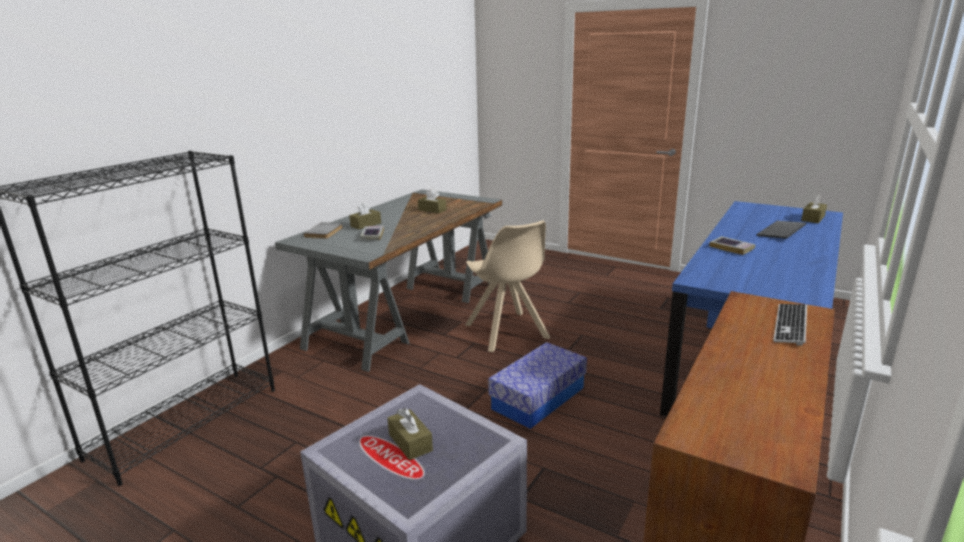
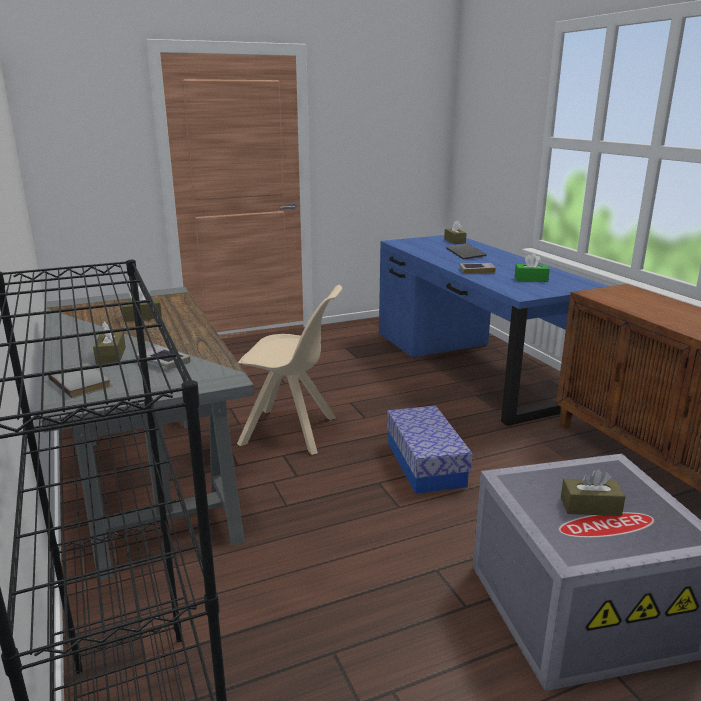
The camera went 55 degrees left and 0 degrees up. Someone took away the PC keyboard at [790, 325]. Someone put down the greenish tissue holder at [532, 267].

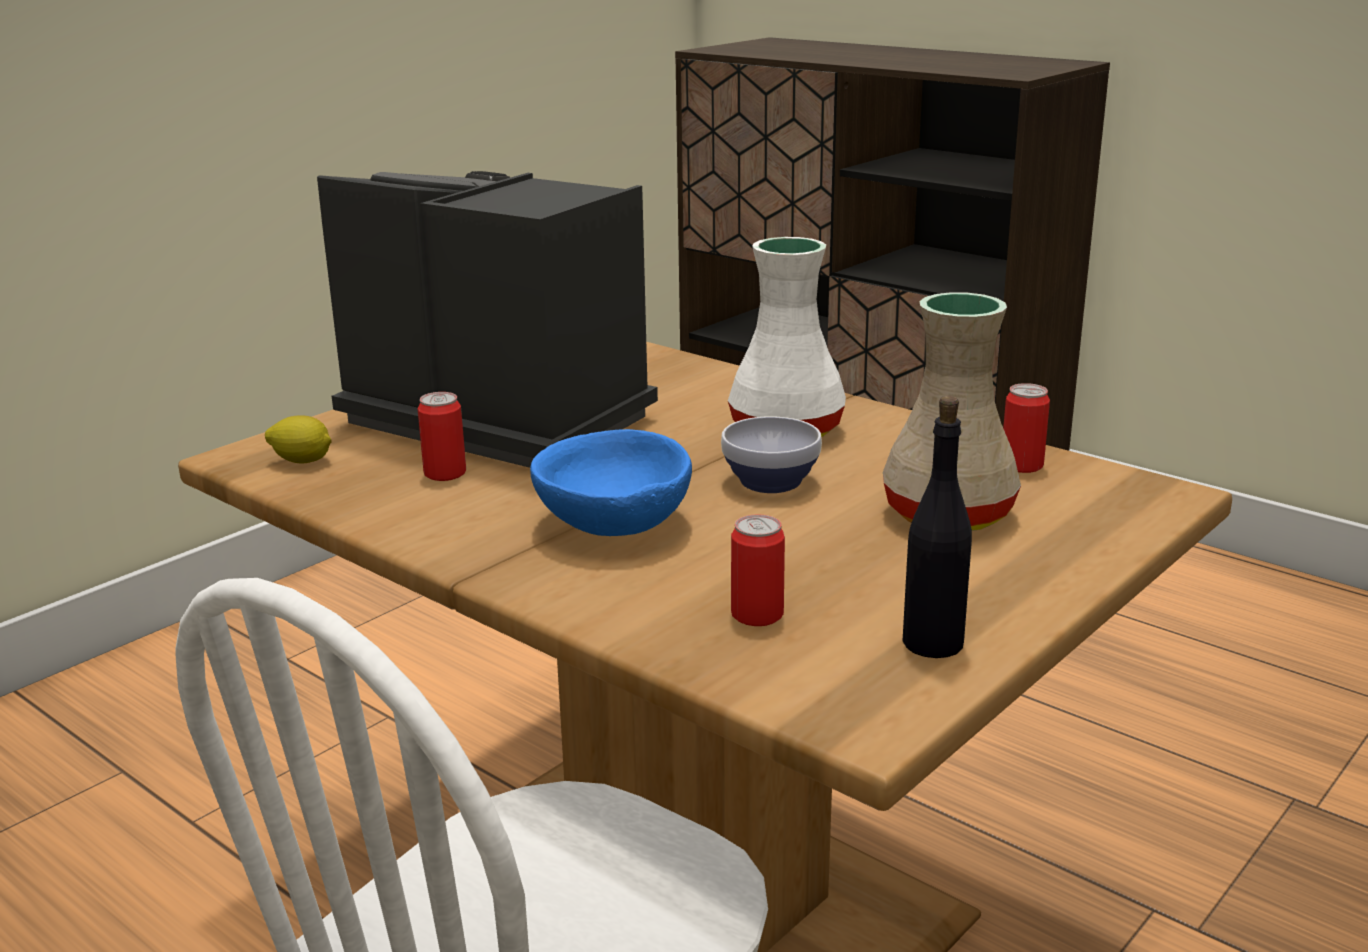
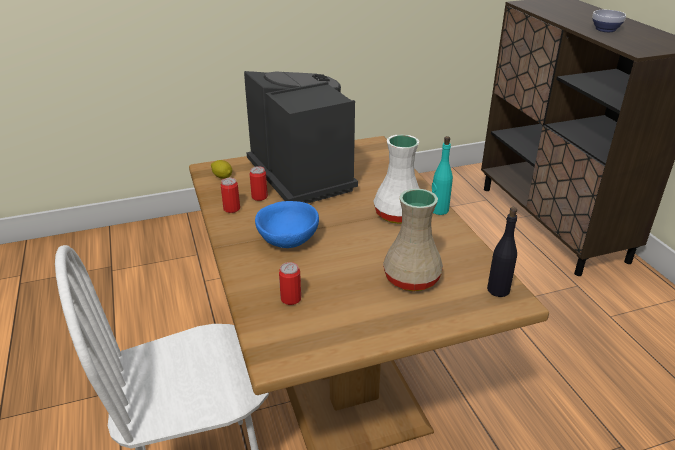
The camera went 30 degrees right and 10 degrees up. Someone carried the deep dish from [771, 455] to [609, 21]. Someone carried the black bottle from [937, 527] to [502, 252]. Someone carried the sealed can from [1026, 428] to [230, 195]. Someone put down the turquoise-coloured bottle at [442, 175].

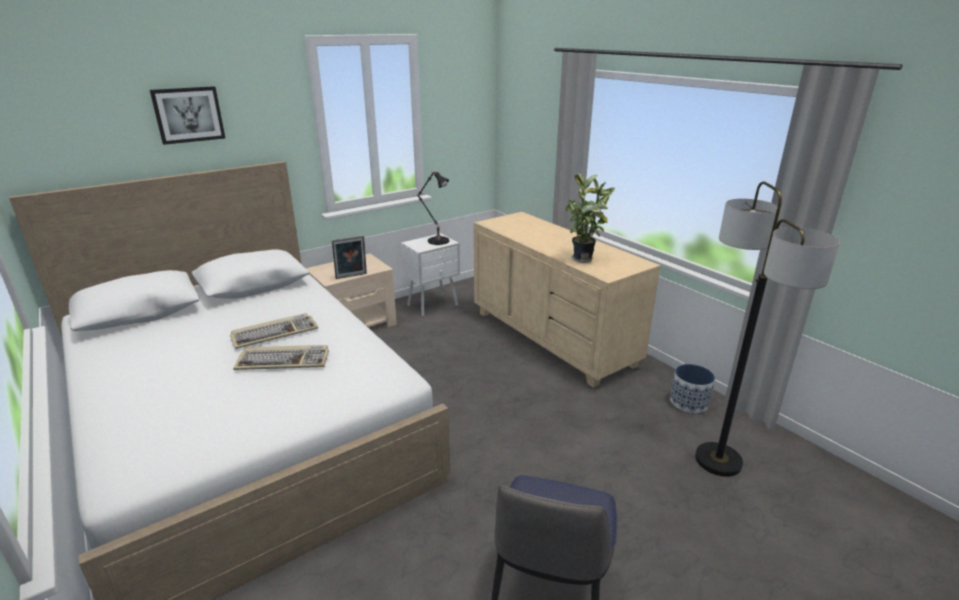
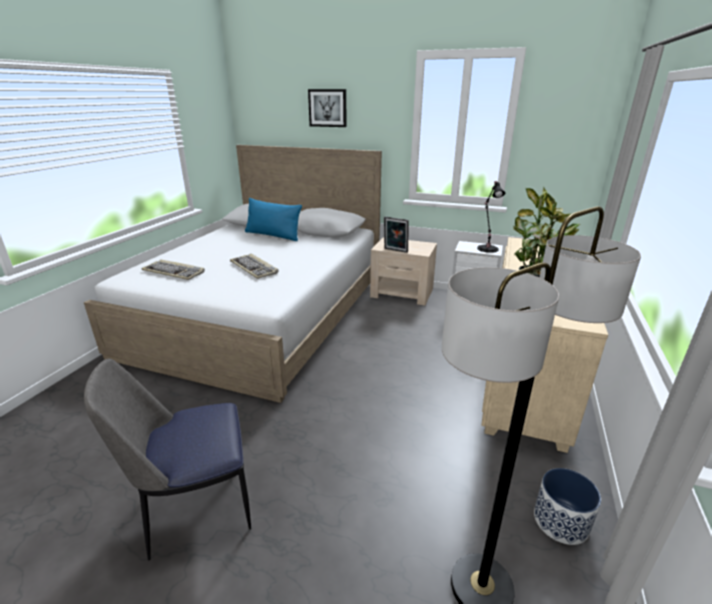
The camera went 55 degrees right and 0 degrees up. Someone carried the PC keyboard from [274, 331] to [173, 270]. Someone put down the bluish throw pillow at [273, 219].

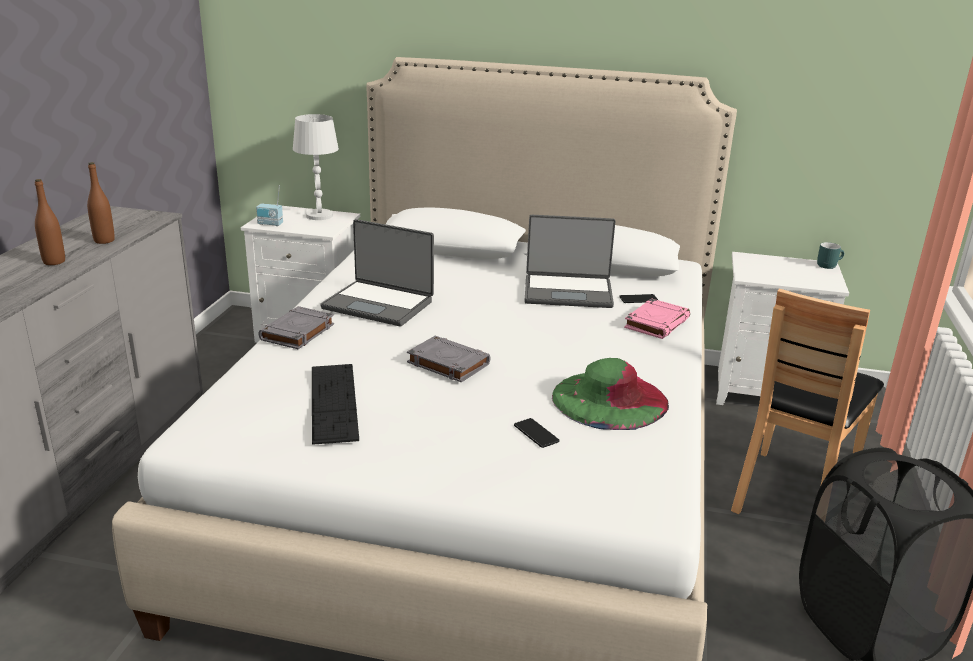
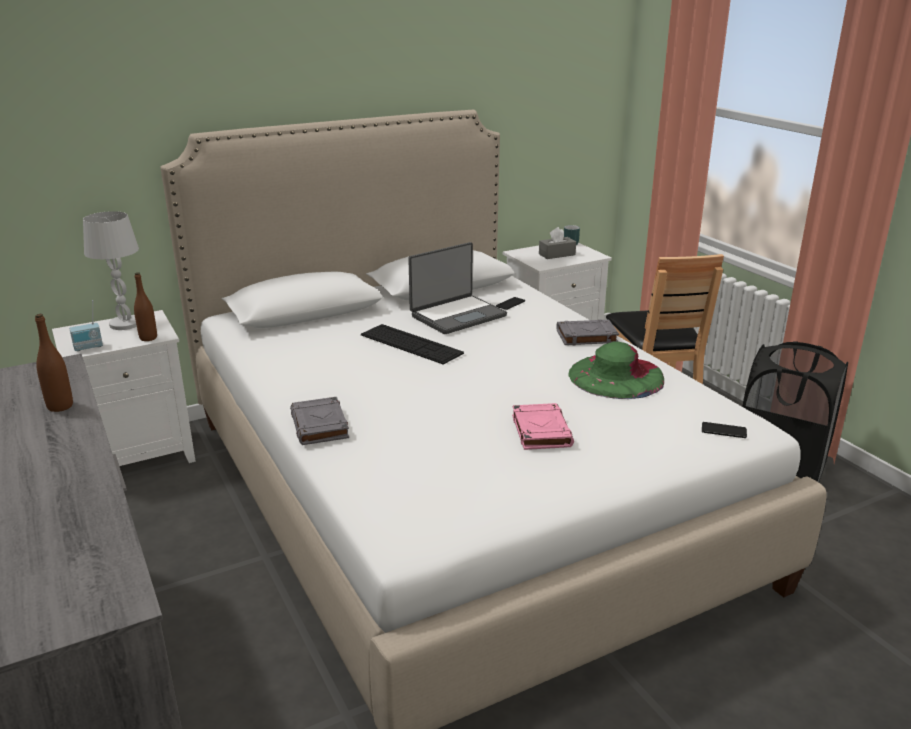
The camera went 40 degrees left and 0 degrees up. Someone carried the brown bottle from [50, 222] to [145, 306]. Someone carried the PC keyboard from [335, 404] to [412, 344]. Someone took away the notebook computer at [377, 272]. Someone carried the greyish book from [448, 359] to [587, 332]. Someone carried the phone from [537, 433] to [724, 430]. Someone carried the pink-coloured book from [657, 318] to [543, 426]. Someone put down the greyish tissue holder at [557, 243].

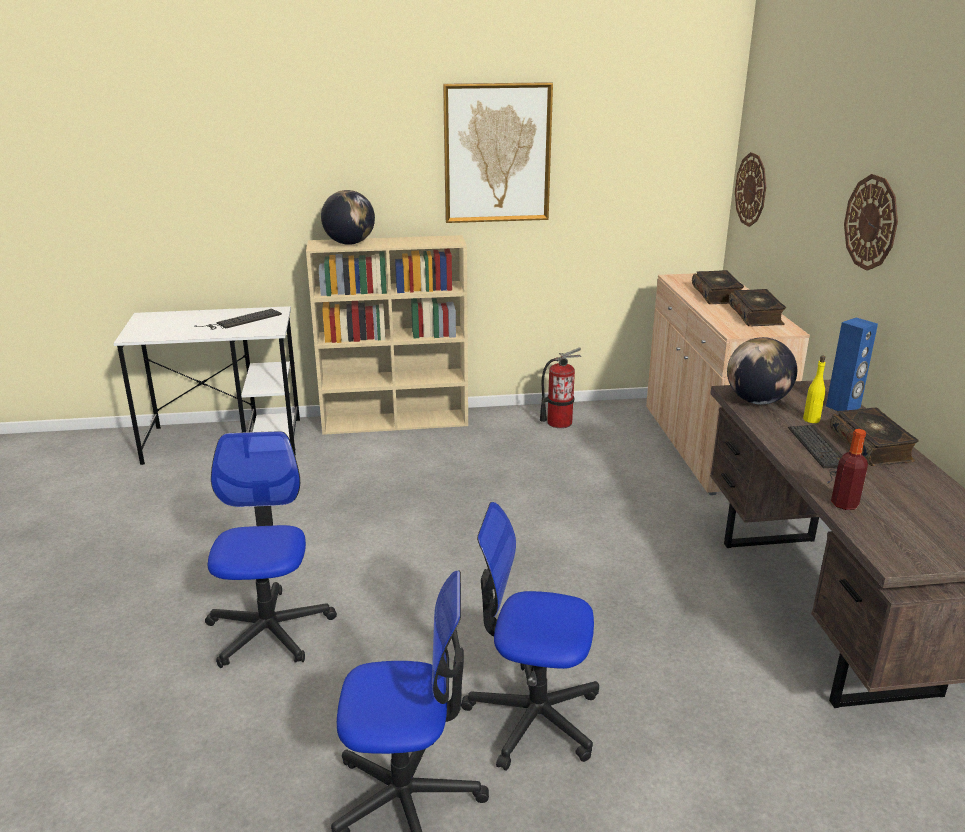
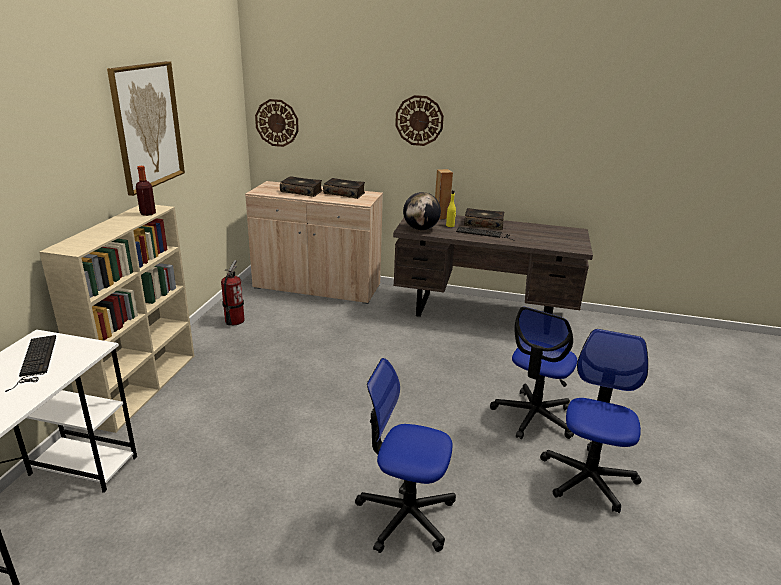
The camera went 70 degrees left and 0 degrees up. Someone took away the world globe at [348, 217]. Someone repainted the bluish speaker at [852, 364], which became the brown speaker at [444, 194]. Someone carried the bottle from [849, 469] to [146, 191].

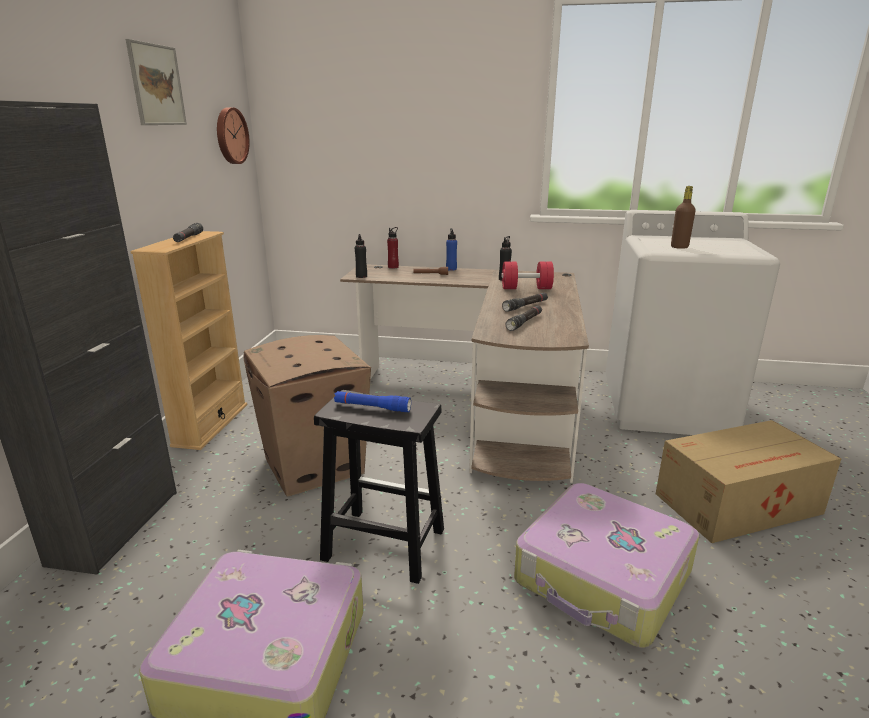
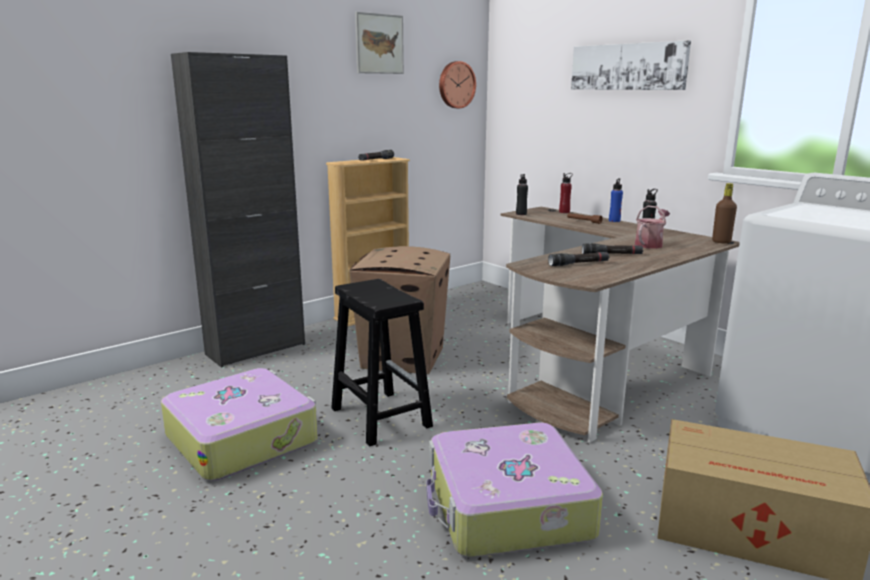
The camera went 40 degrees right and 5 degrees down. Someone took away the bluish flashlight at [372, 401]. Someone swapped the red dumbbell at [527, 275] for the watering can at [652, 227]. Someone carried the brown bottle from [683, 217] to [724, 213]. Someone put up the wall picture at [631, 65].

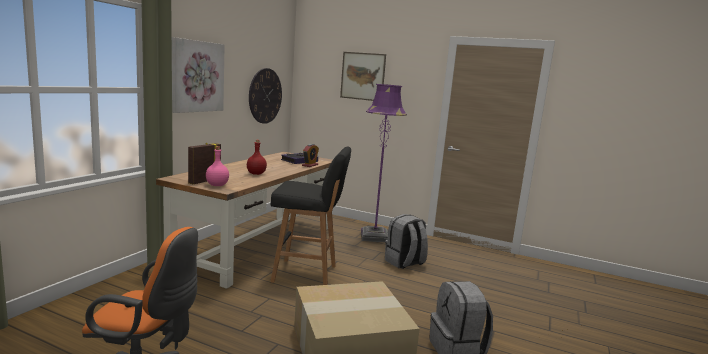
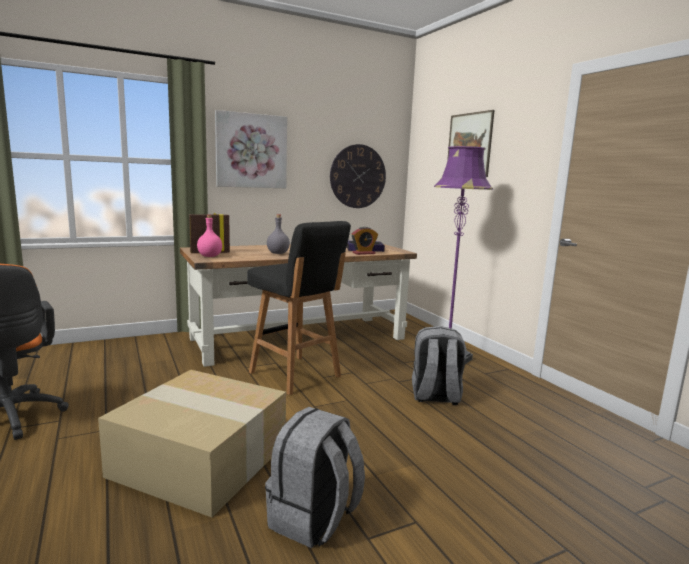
The camera went 40 degrees right and 0 degrees up. Someone repainted the red bottle at [257, 157], which became the greyish bottle at [278, 234].

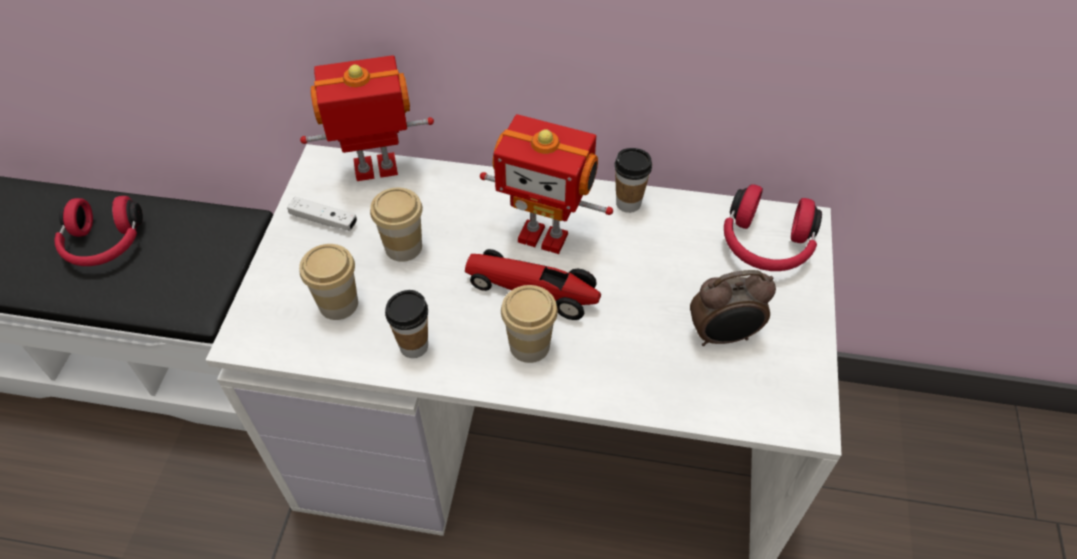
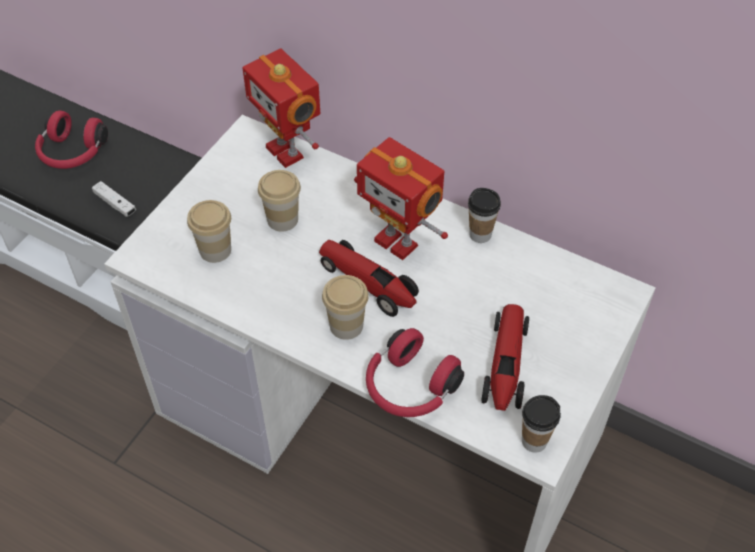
The camera went 20 degrees right and 0 degrees up. Someone carried the white-coloured joypad from [322, 214] to [114, 199]. Someone rotated the robot figure at [367, 118] by 135 degrees counterclockwise. Someone carried the cup from [406, 324] to [541, 424]. Someone swapped the bedside clock at [733, 308] for the miniature car at [505, 357]. Someone carried the red headphones from [773, 227] to [415, 372].

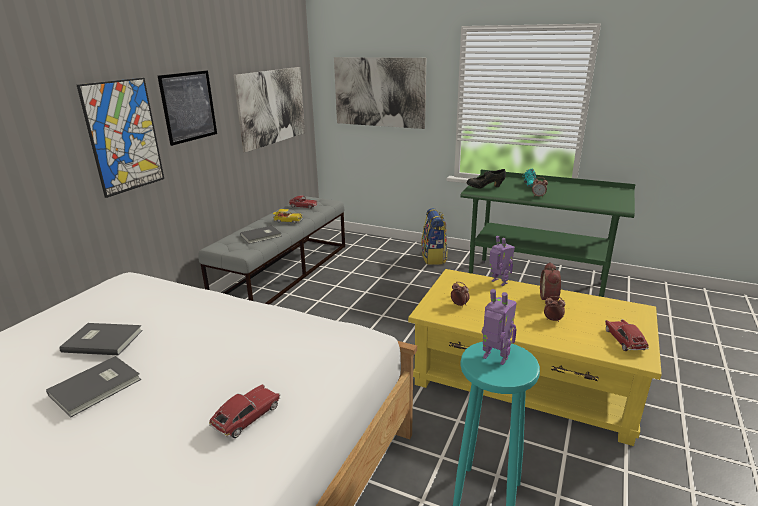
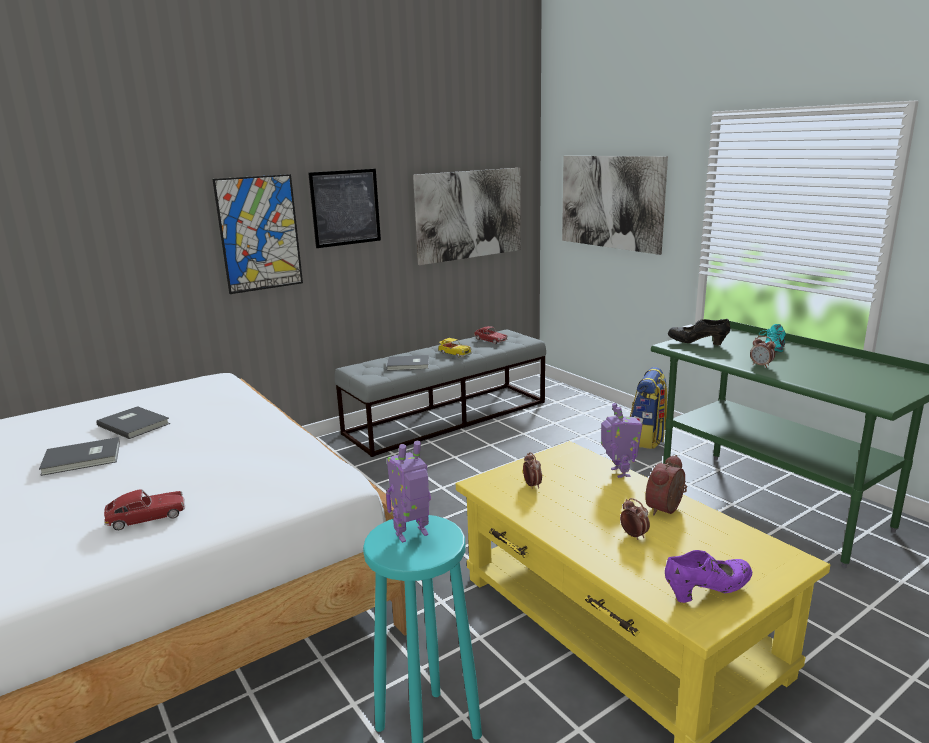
The camera went 30 degrees right and 5 degrees down. Someone rotated the robot figure at [499, 327] by 90 degrees counterclockwise. Someone swapped the miniature car at [627, 335] for the purple shoe at [708, 576].

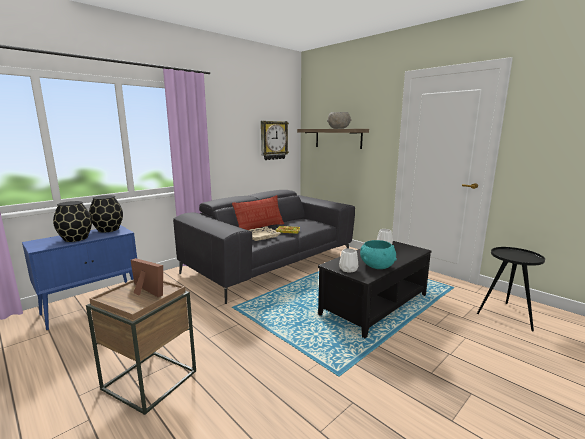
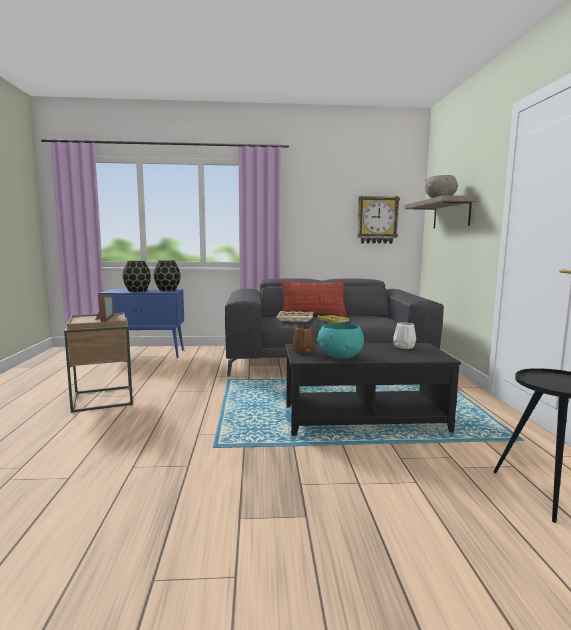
The camera went 40 degrees right and 5 degrees down. Someone repainted the white-coloured decorative vase at [348, 260], which became the brown decorative vase at [304, 340].

